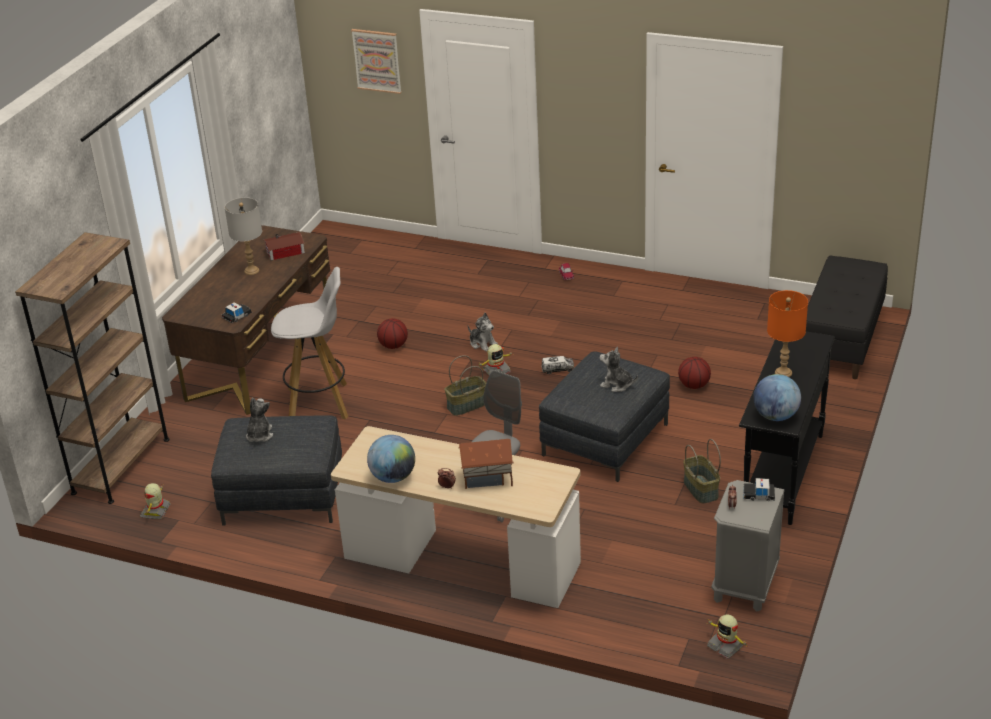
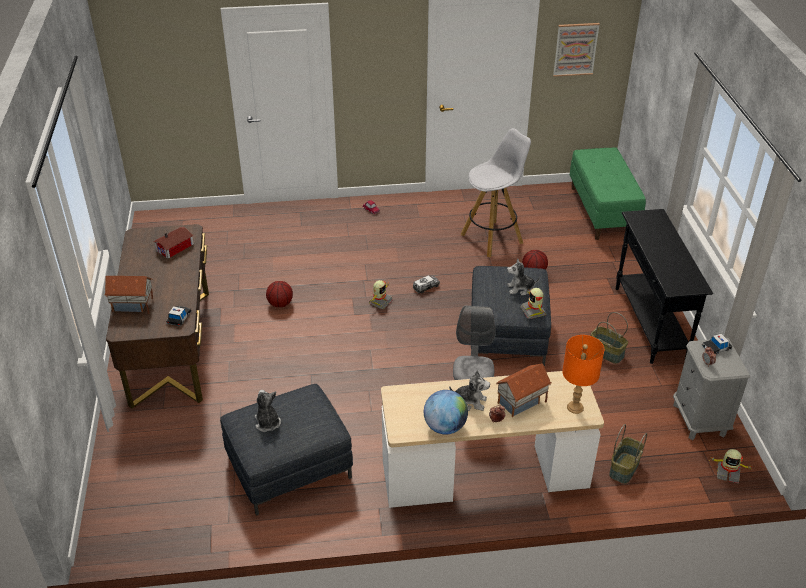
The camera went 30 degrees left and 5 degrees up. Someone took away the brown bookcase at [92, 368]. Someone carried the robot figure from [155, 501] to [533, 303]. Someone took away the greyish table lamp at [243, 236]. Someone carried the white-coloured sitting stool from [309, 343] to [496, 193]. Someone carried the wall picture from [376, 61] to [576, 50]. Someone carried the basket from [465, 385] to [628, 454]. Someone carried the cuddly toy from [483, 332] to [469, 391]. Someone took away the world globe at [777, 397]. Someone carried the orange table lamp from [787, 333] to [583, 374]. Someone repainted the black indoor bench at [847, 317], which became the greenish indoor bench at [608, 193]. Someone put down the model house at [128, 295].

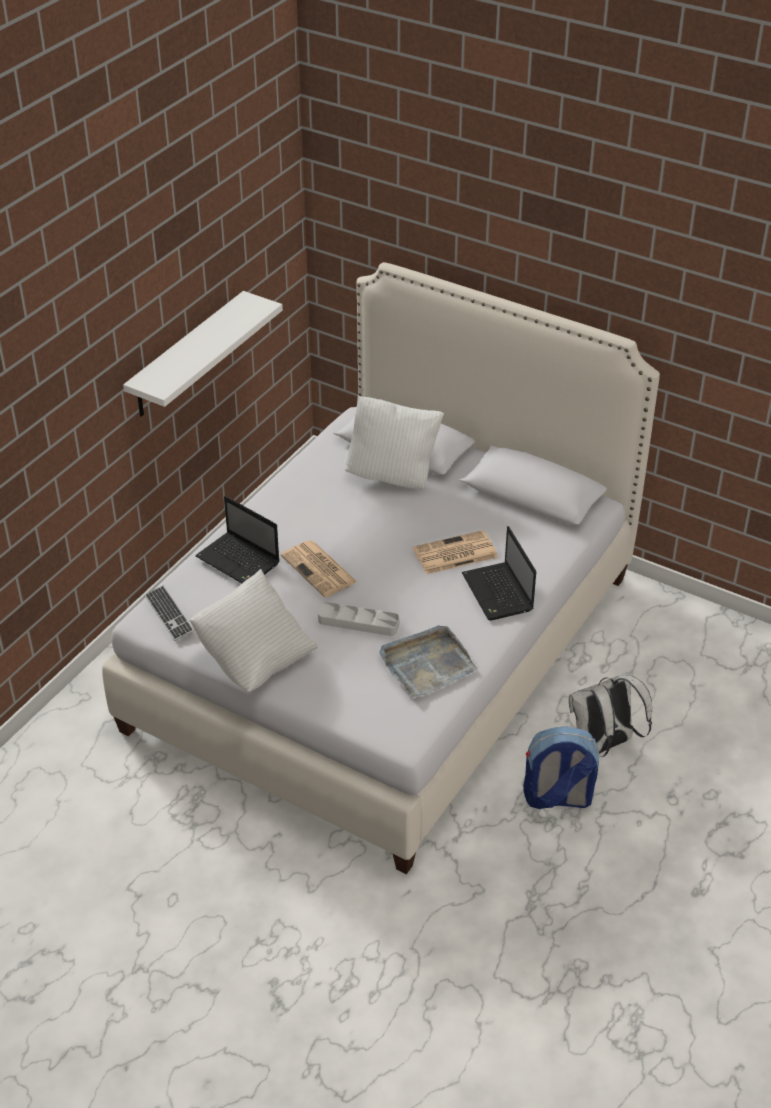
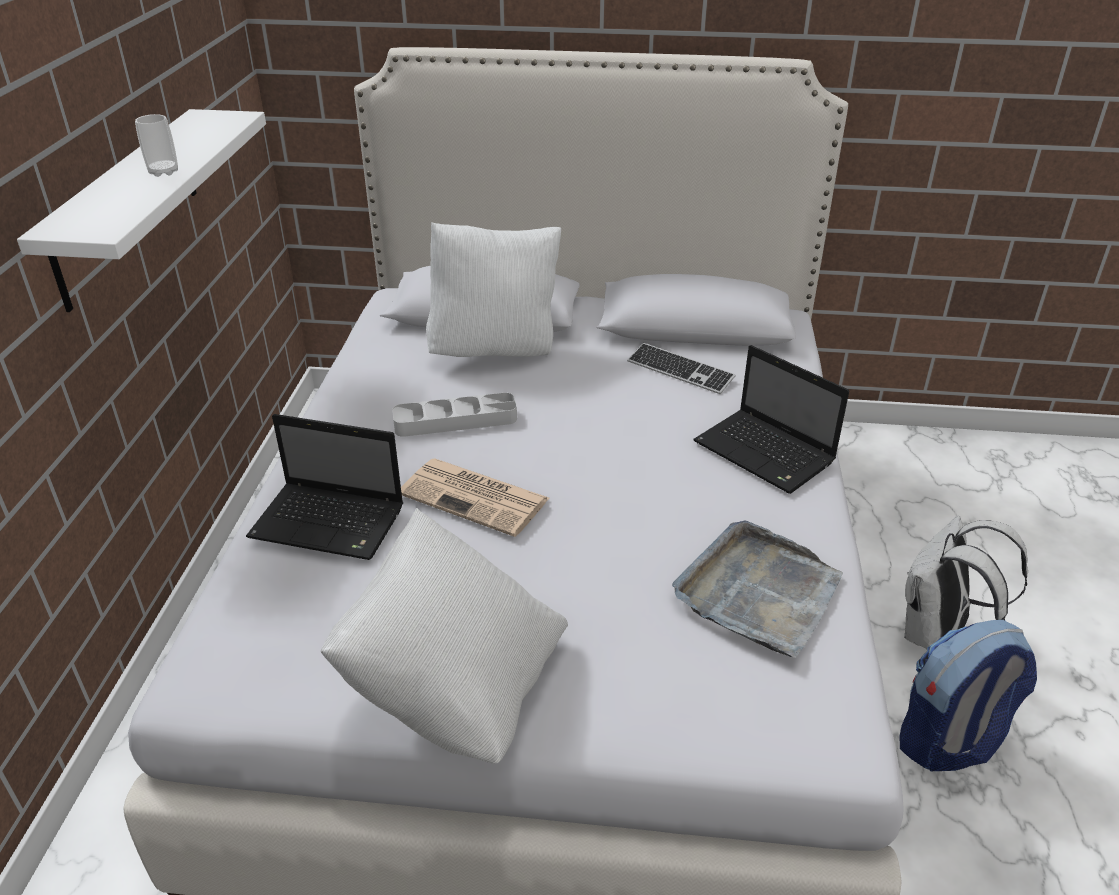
The camera went 25 degrees left and 5 degrees down. Someone carried the PC keyboard from [169, 613] to [681, 368]. Someone carried the greyish carrying tray from [358, 619] to [454, 414]. Someone took away the newspaper at [455, 552]. Someone put down the cup at [156, 145].

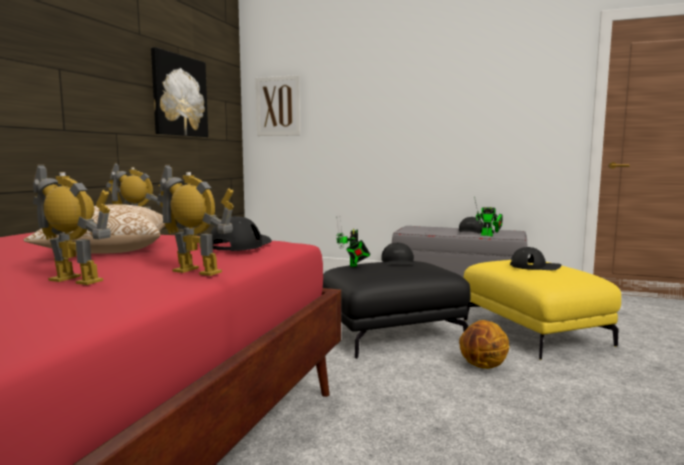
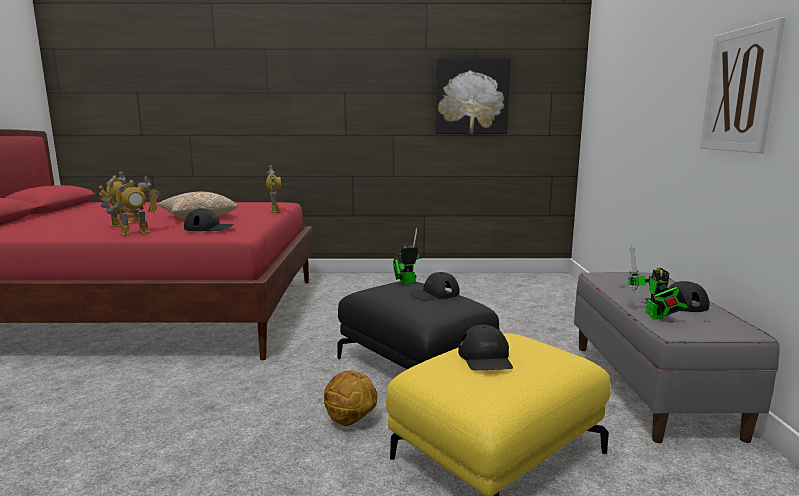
The camera went 70 degrees right and 5 degrees up. Someone rotated the robot figure at [195, 220] by 45 degrees clockwise. Someone carried the wall picture from [278, 105] to [742, 85].

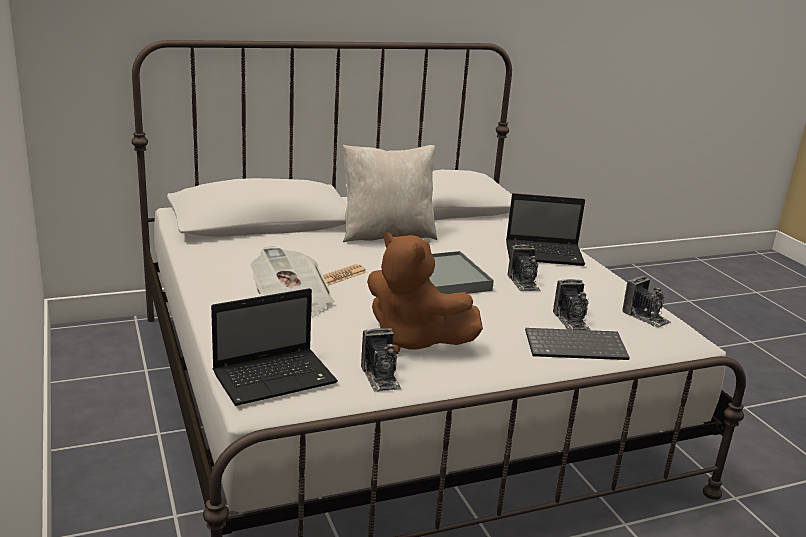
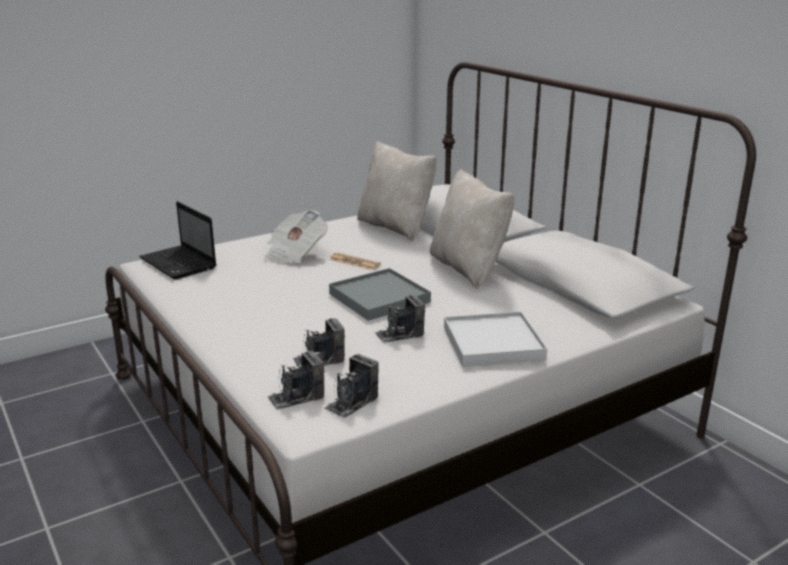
The camera went 80 degrees right and 0 degrees up. Someone carried the photo camera from [381, 360] to [296, 380]. Someone took away the brown cuddly toy at [425, 293]. Someone swapped the notebook computer at [545, 229] for the white-coloured carrying tray at [495, 339]. Someone took away the PC keyboard at [577, 344]. Someone put down the beige throw pillow at [397, 191].

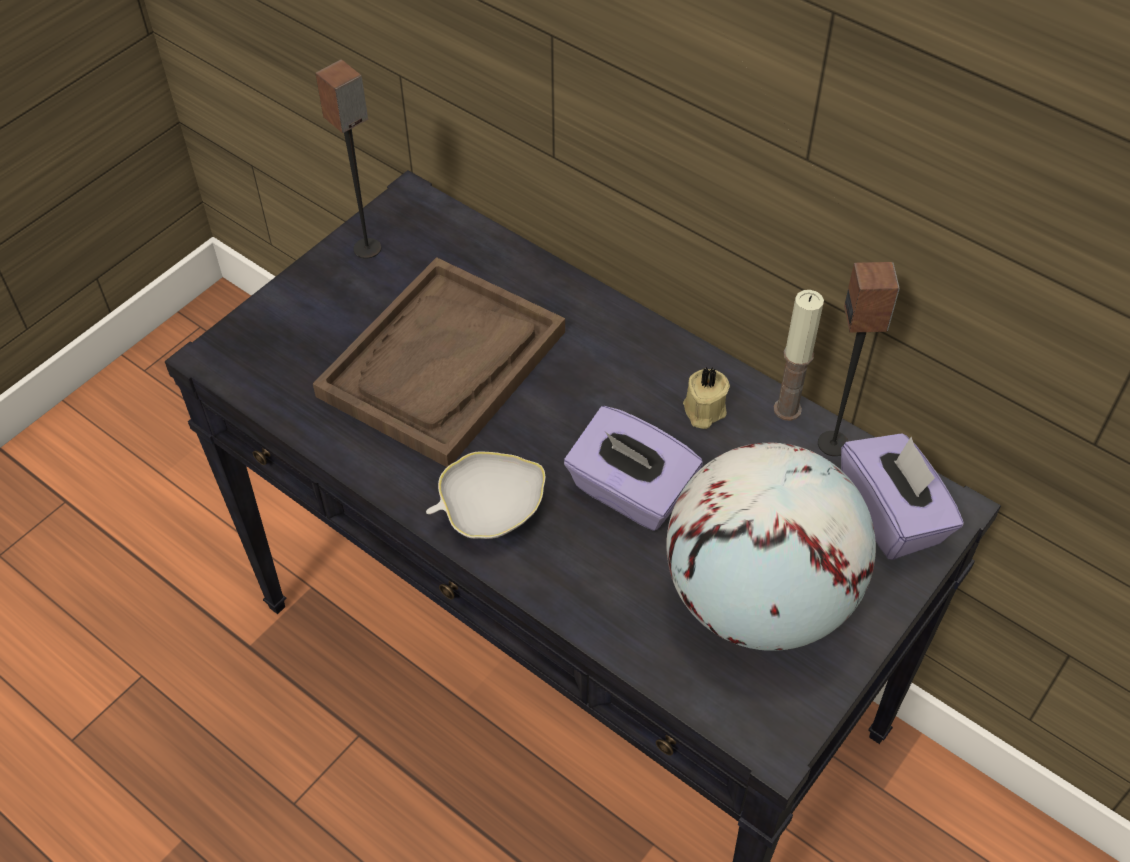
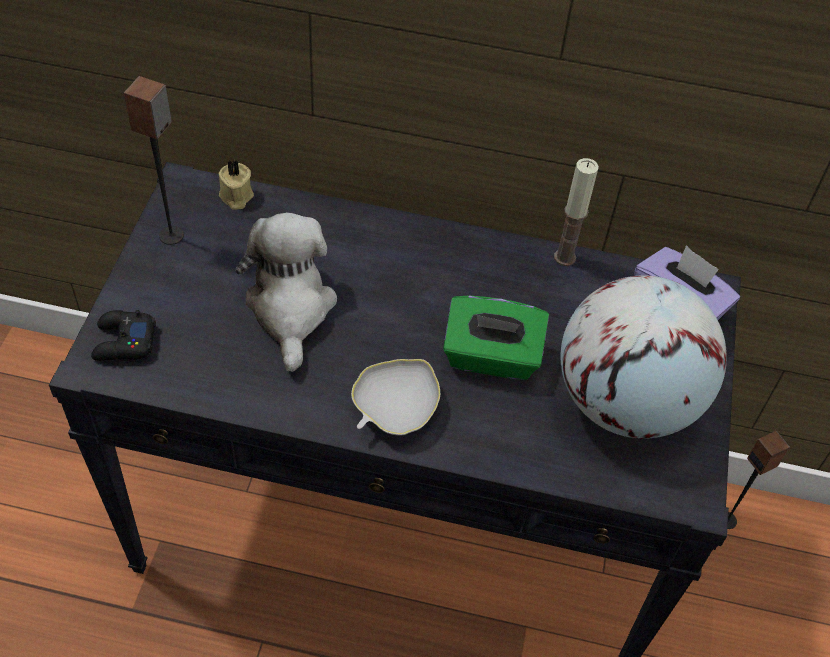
The camera went 30 degrees left and 0 degrees up. Someone swapped the brown carrying tray at [439, 362] for the cuddly toy at [286, 292]. Someone repainted the purple tissue holder at [633, 468], which became the greenish tissue holder at [496, 338]. Someone carried the beige wax light from [706, 397] to [236, 184]. Someone carried the speaker from [859, 359] to [759, 480]. Someone put down the black joypad at [123, 335].

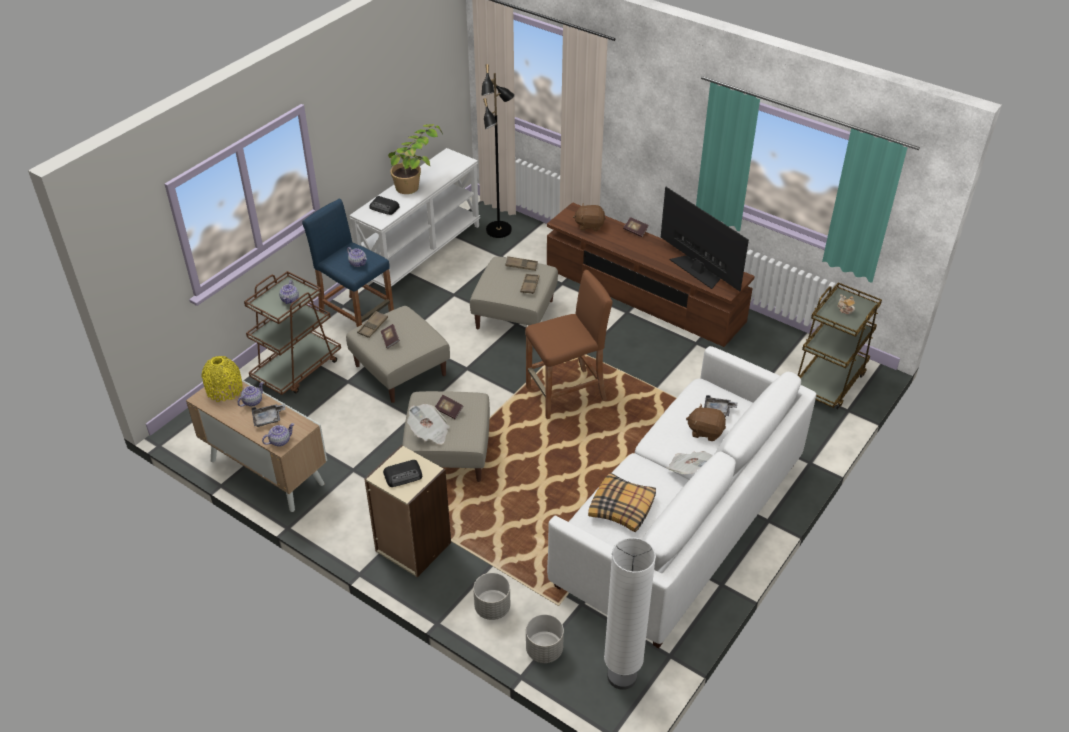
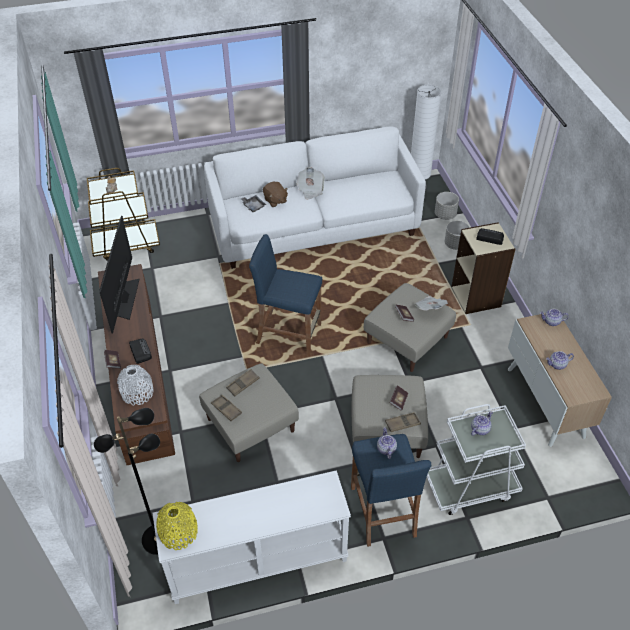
The camera went 140 degrees left and 5 degrees up. Someone carried the yellow decorative vase from [221, 379] to [177, 526]. Someone repainted the brown trolley at [292, 333], which became the white-coloured trolley at [476, 459]. Someone took away the greyish carrying tray at [268, 415]. Someone carried the radio receiver from [384, 205] to [140, 351]. Someone took away the plant in a pot at [415, 159]. Someone repainted the brown sitting stool at [569, 344], which became the bluish sitting stool at [285, 294]. Someone swapped the brown cuddly toy at [589, 217] for the white-coloured decorative vase at [135, 385]. Someone took away the throw pillow at [622, 502].

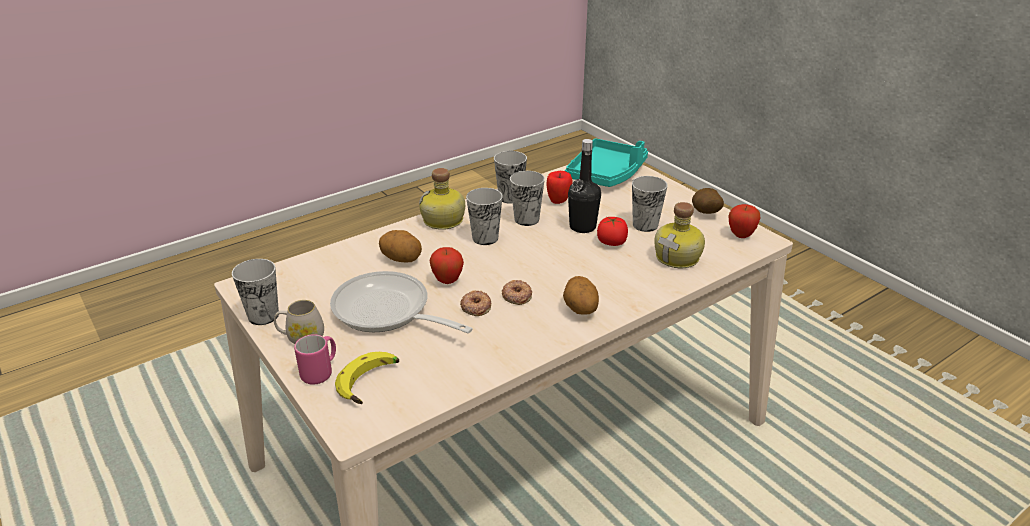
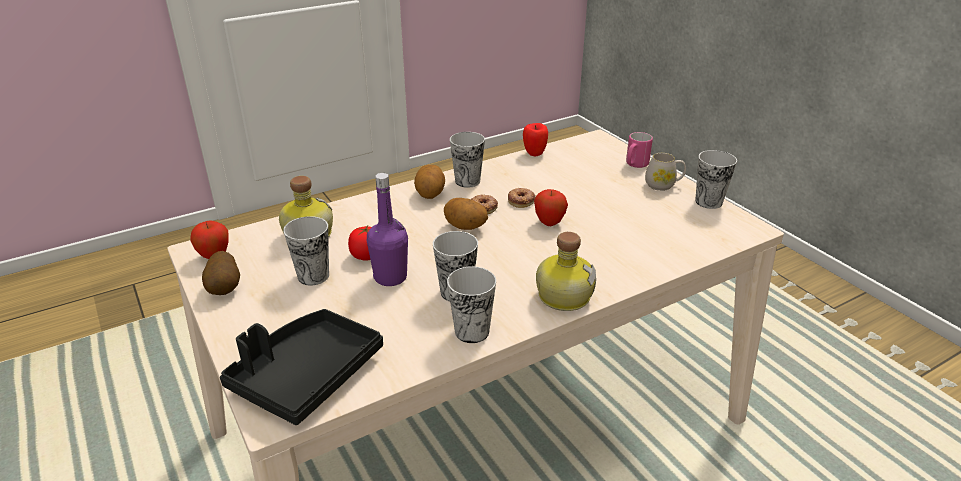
The camera went 175 degrees left and 0 degrees up. Someone took away the pan at [401, 302]. Someone took away the whole banana at [367, 378]. Someone carried the spud from [400, 246] to [466, 214]. Someone carried the cup from [484, 216] to [467, 160]. Someone carried the apple fruit from [560, 187] to [535, 139]. Someone repainted the turquoise-coloured carrying tray at [606, 162], which became the black carrying tray at [301, 367]. Someone repainted the black bottle at [584, 186], which became the purple bottle at [387, 229].

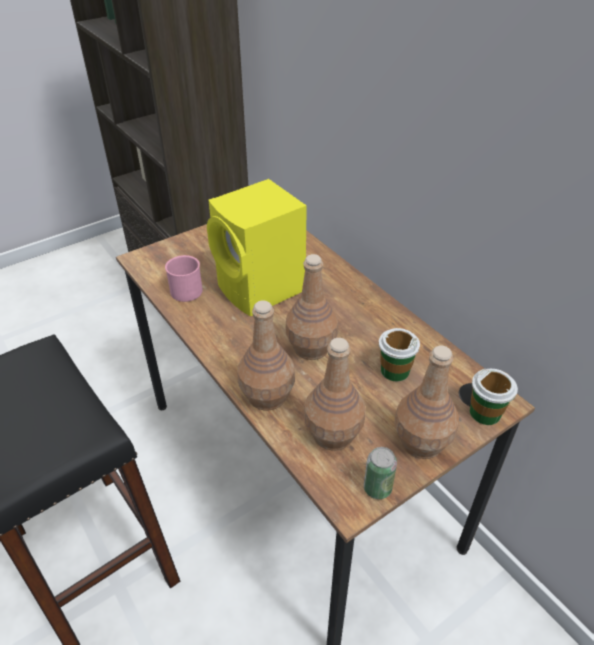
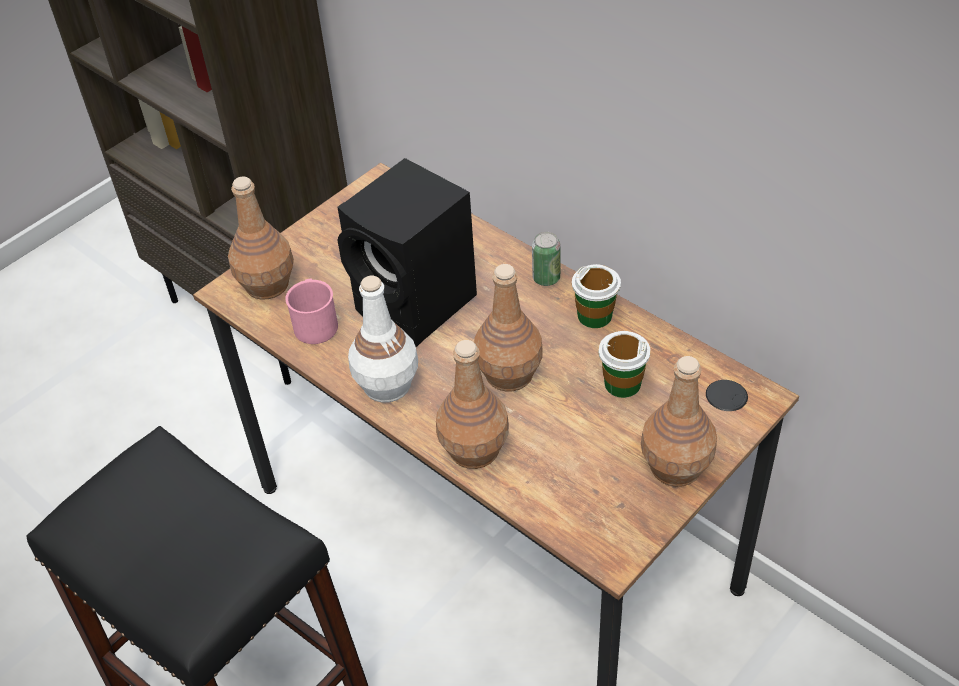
The camera went 10 degrees left and 5 degrees up. Someone repainted the yellow speaker at [257, 248], which became the black speaker at [407, 252]. Someone carried the brown bottle from [335, 394] to [261, 238]. Someone carried the sealed can from [380, 473] to [546, 259]. Someone carried the cup from [494, 397] to [596, 296]. Someone put down the white-coloured bottle at [383, 339].

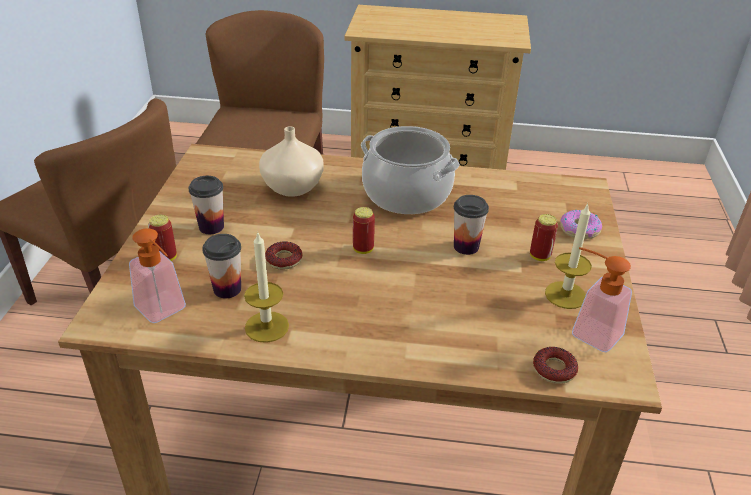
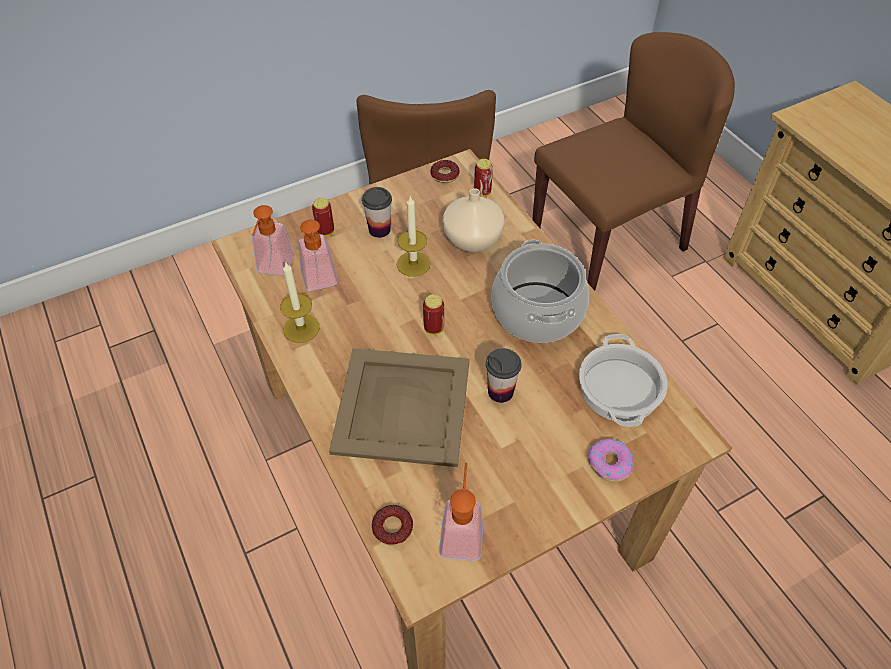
The camera went 55 degrees right and 15 degrees up. Someone swapped the cup at [221, 266] for the soap bottle at [318, 255]. Someone carried the doughnut from [283, 255] to [445, 171]. Someone carried the sealed can from [544, 237] to [483, 178]. Someone carried the wax light from [568, 256] to [413, 236]. Someone put down the beige carrying tray at [399, 407]. Someone put down the stockpot at [623, 380].

